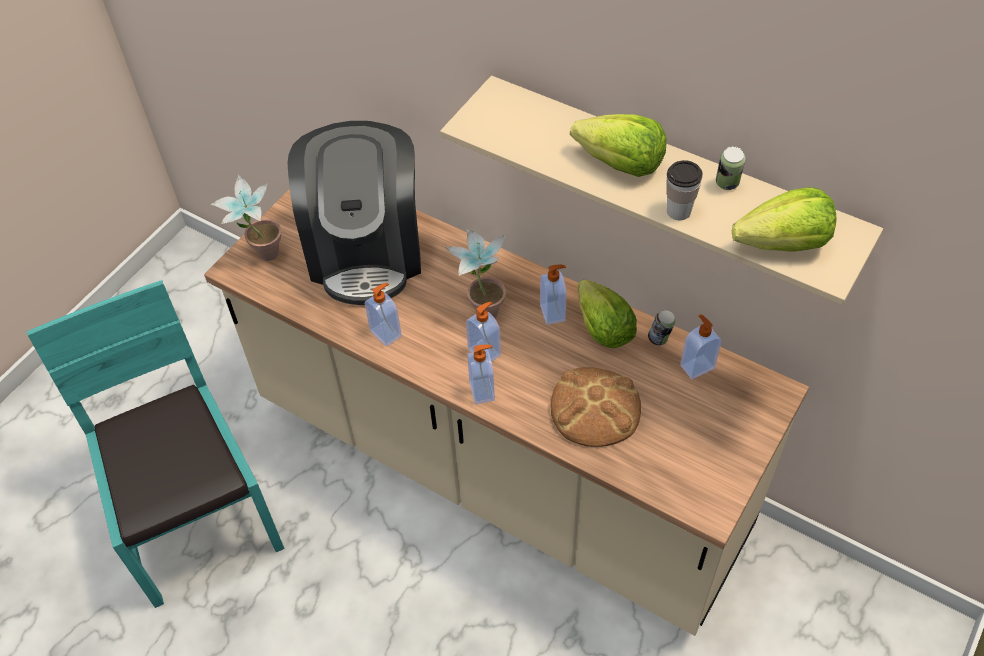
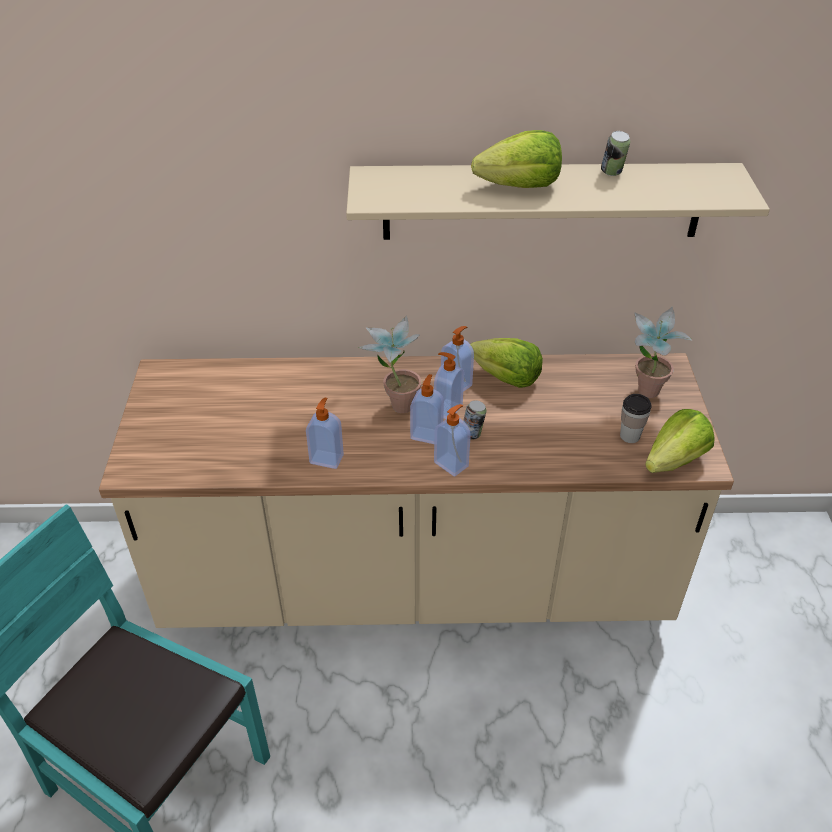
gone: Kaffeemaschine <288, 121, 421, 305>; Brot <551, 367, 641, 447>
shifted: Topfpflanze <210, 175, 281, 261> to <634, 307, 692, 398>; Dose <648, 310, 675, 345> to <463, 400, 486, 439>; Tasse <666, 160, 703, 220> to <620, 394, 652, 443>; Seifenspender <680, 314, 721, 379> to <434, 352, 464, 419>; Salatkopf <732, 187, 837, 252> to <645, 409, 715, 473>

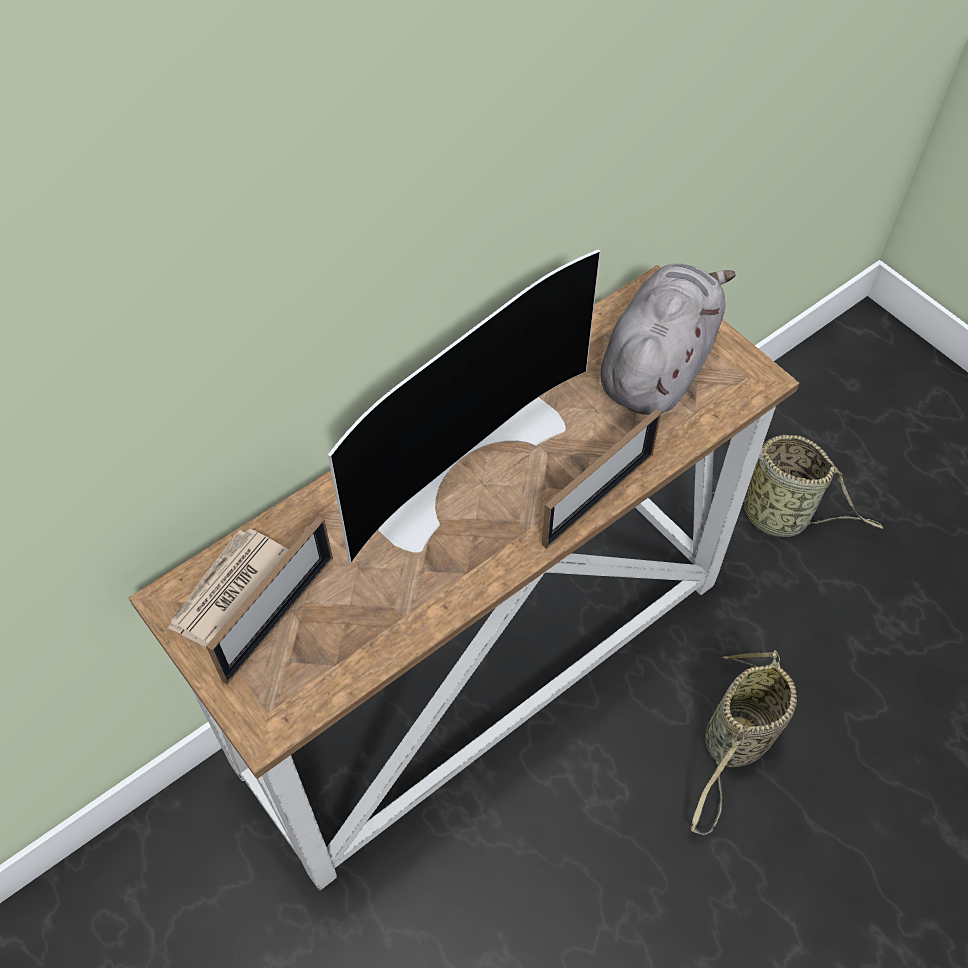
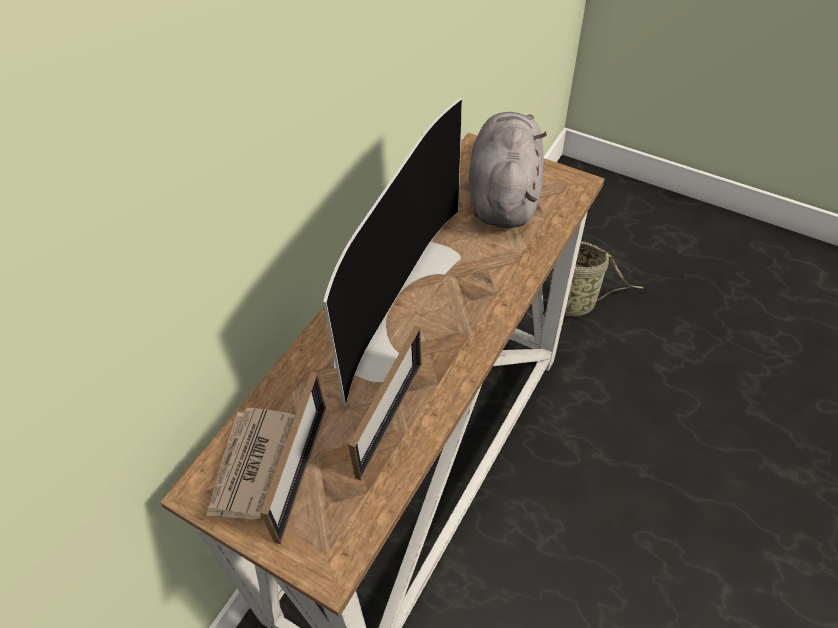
gone: Korb <691, 650, 797, 835>
shifted: Bilderrahmen <542, 409, 661, 549> to <348, 326, 421, 480>

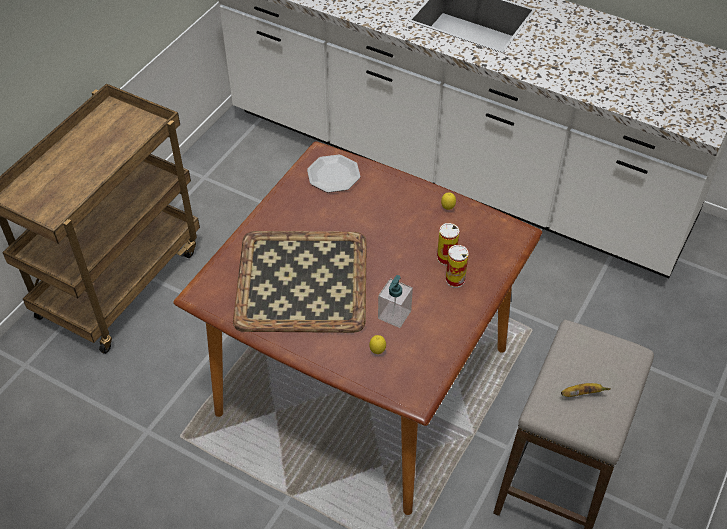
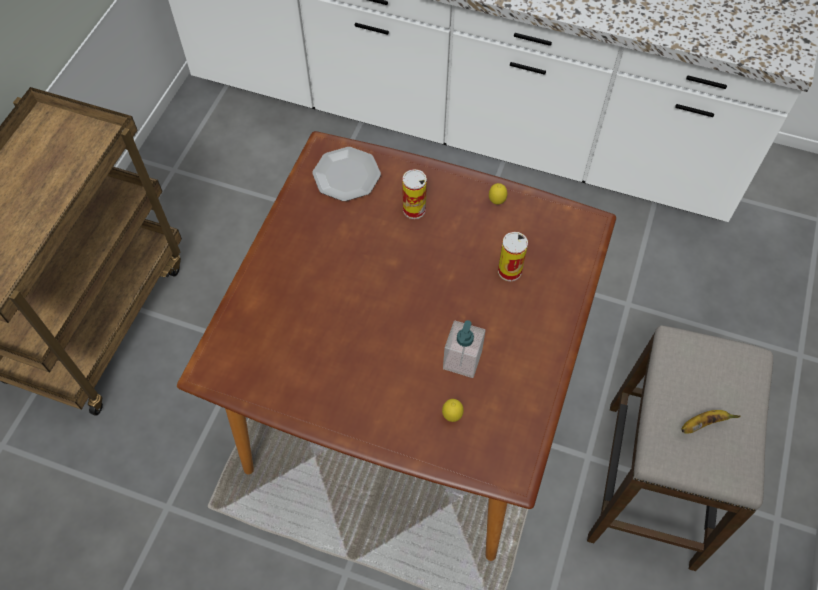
gone: Tablett <233, 231, 367, 333>
shifted: Dose <446, 245, 469, 288> to <402, 169, 427, 219>

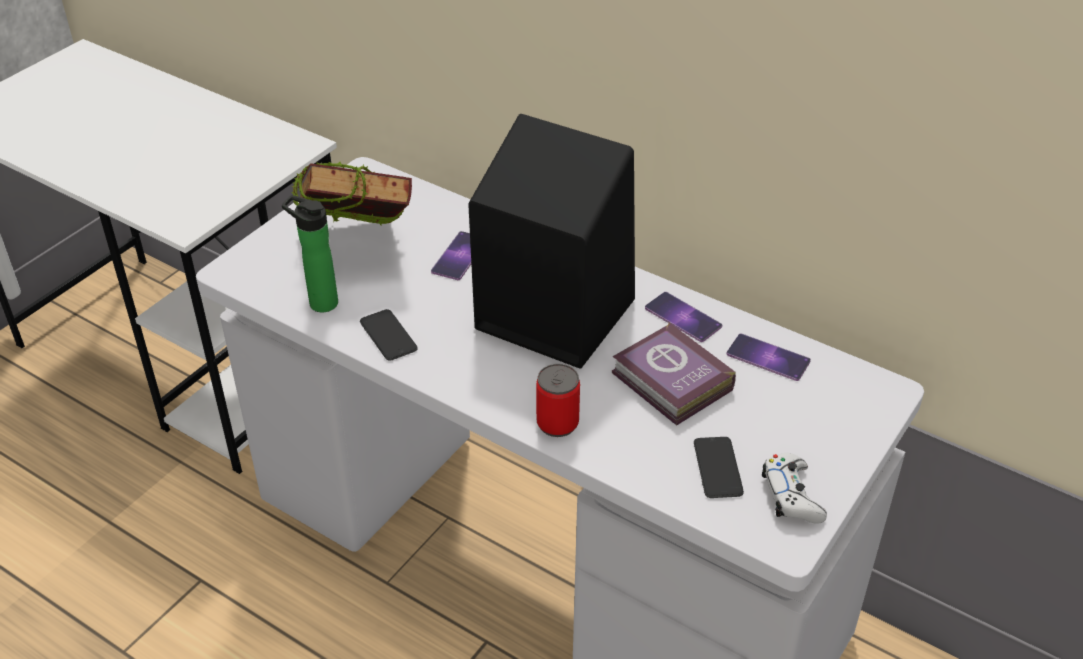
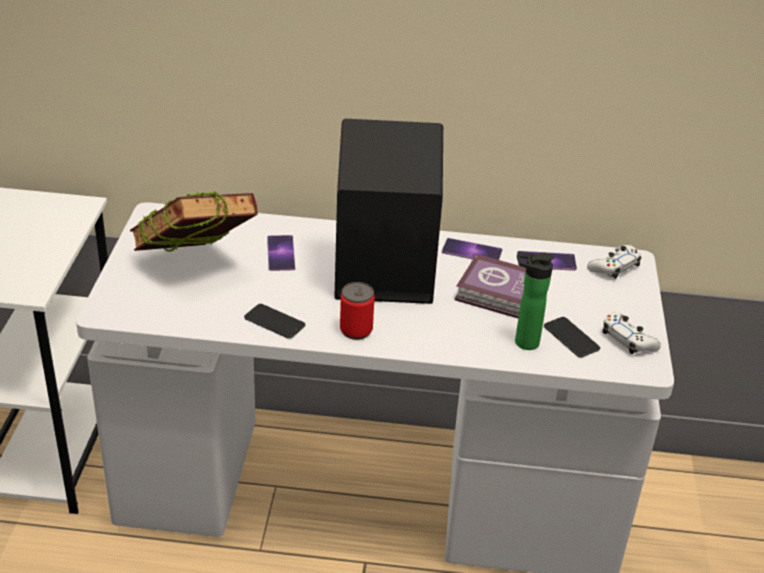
new: Gamepad/weiß <587, 245, 641, 279>
shifted: Flasche <282, 195, 338, 313> to <515, 252, 555, 350>; Dose <536, 364, 580, 437> to <340, 282, 375, 340>

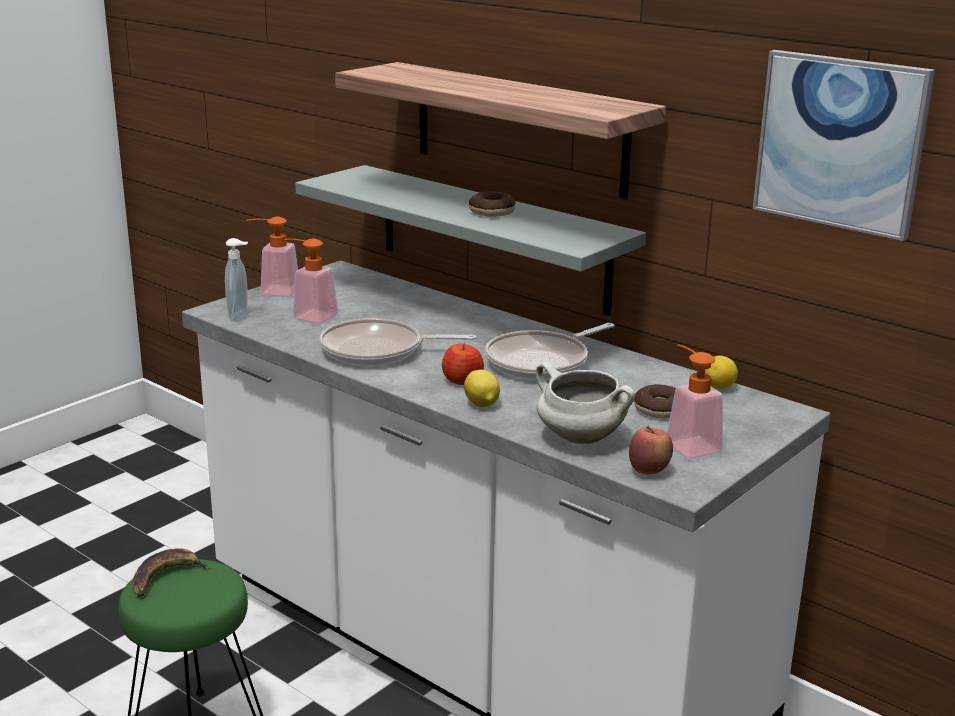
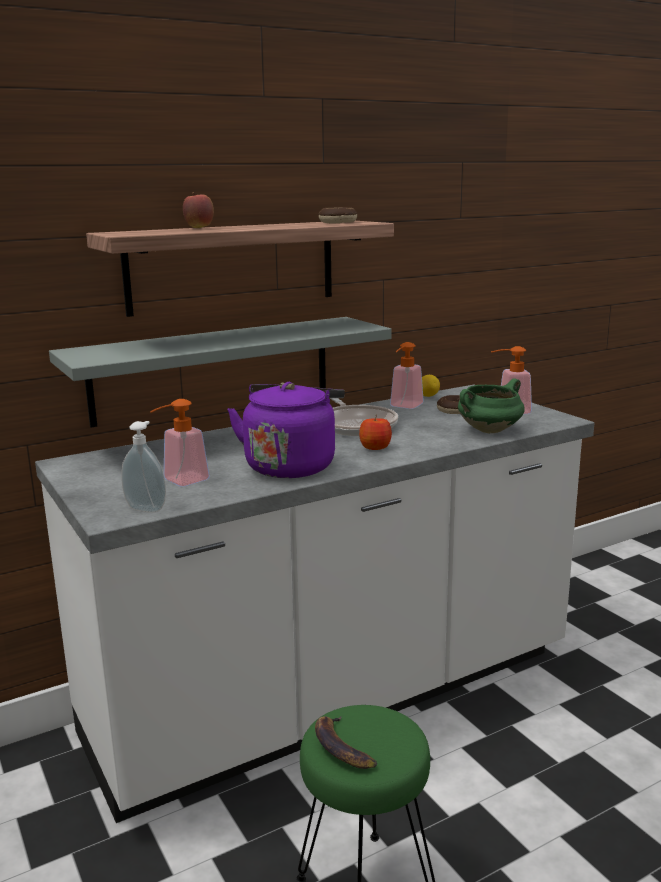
gone: Zitrone <464, 370, 500, 407>; Bild <753, 50, 935, 241>
shifted: Seifenspender <246, 217, 298, 297> to <390, 342, 424, 409>; Donut <469, 191, 516, 217> to <319, 207, 357, 224>; Apfel <629, 426, 673, 475> to <183, 192, 214, 228>
swapped: Pfanne <319, 318, 476, 366> to Wasserkessel/lila <227, 382, 345, 478>
repainted: Kochtopf/weiß <536, 362, 636, 444> to Kochtopf/grün <458, 378, 525, 433>

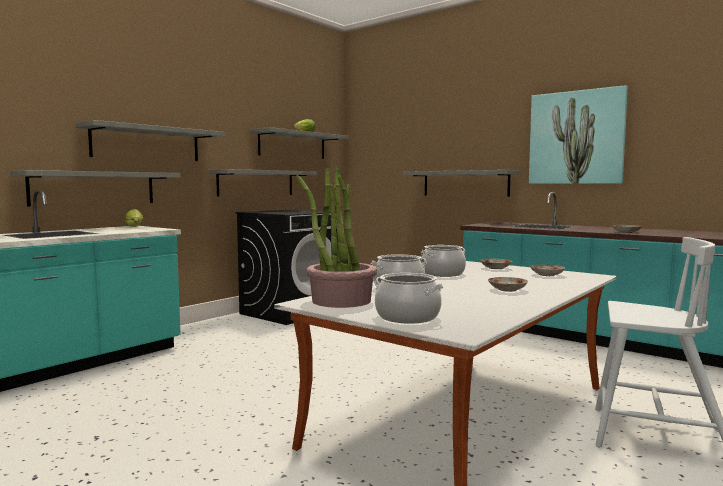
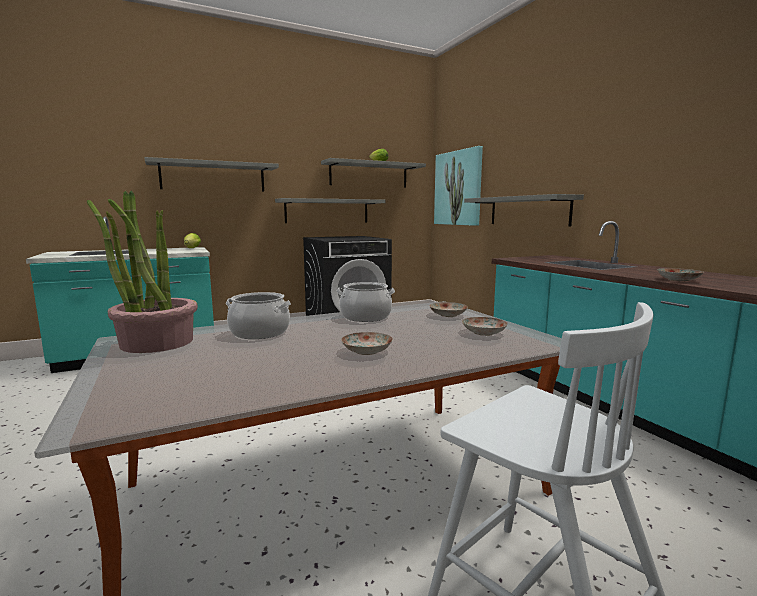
gone: Wandregal/grau <10, 170, 181, 207>; Kochtopf <375, 273, 444, 324>
shifted: Bild <529, 85, 628, 184> to <434, 146, 483, 226>

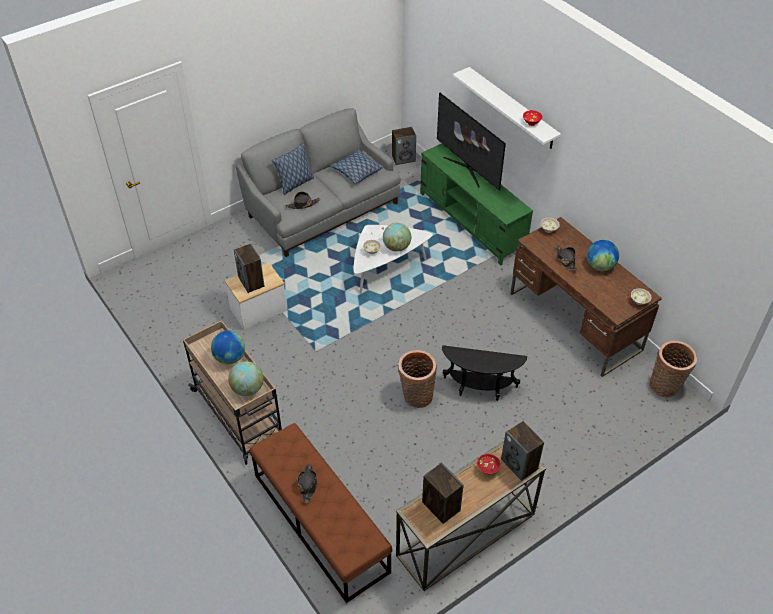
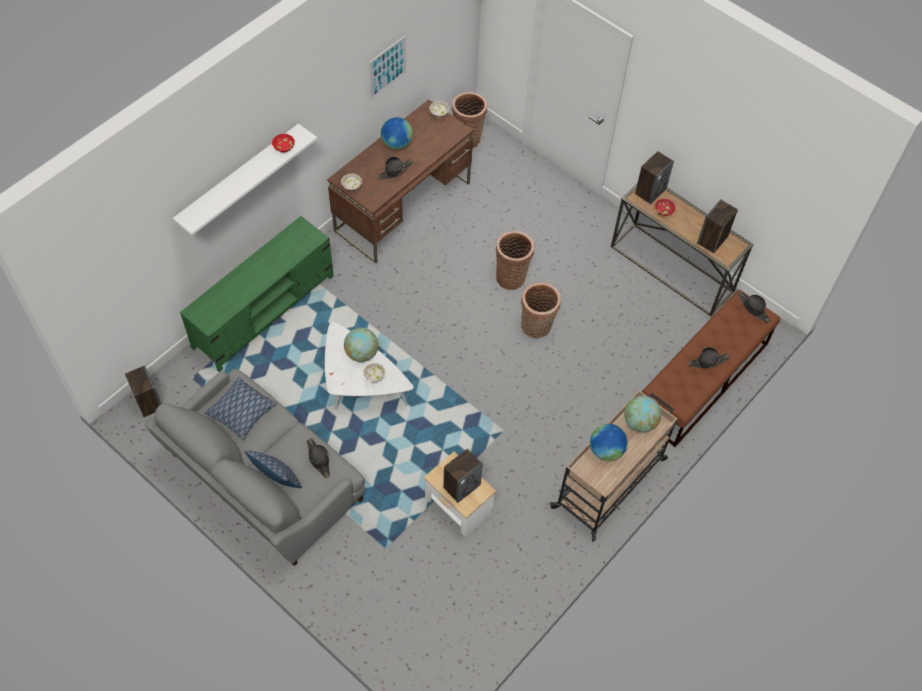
gone: Fernseher <437, 93, 506, 191>
new: Bild <369, 36, 406, 99>; Hut/schwarz <738, 291, 771, 323>
swapped: Beistelltisch/schwarz <442, 345, 527, 401> to Korb <496, 231, 534, 290>

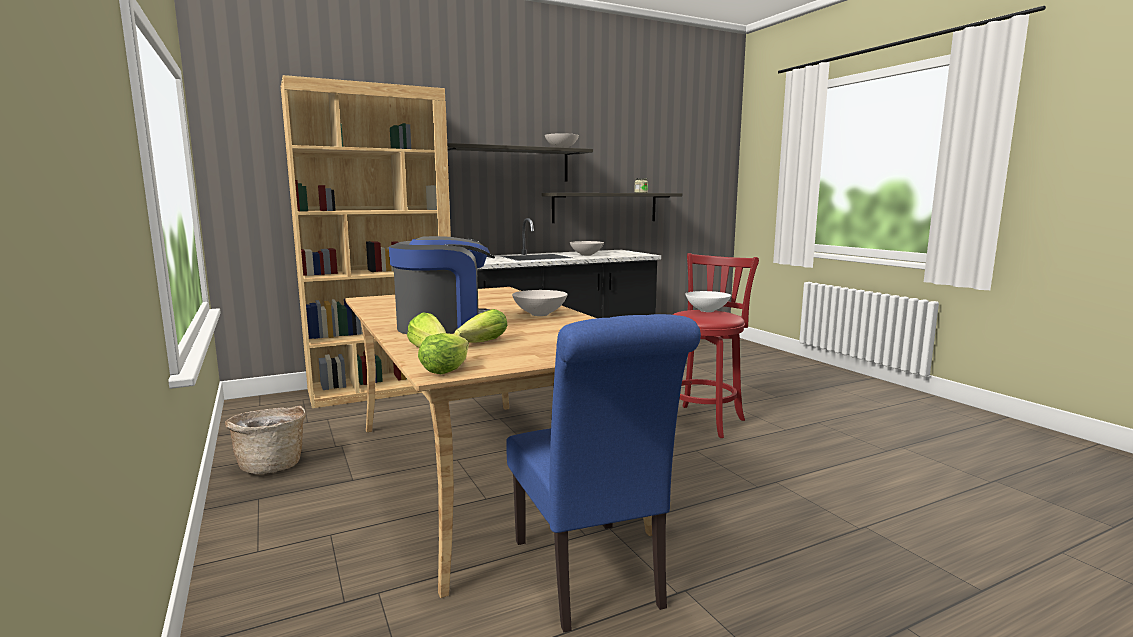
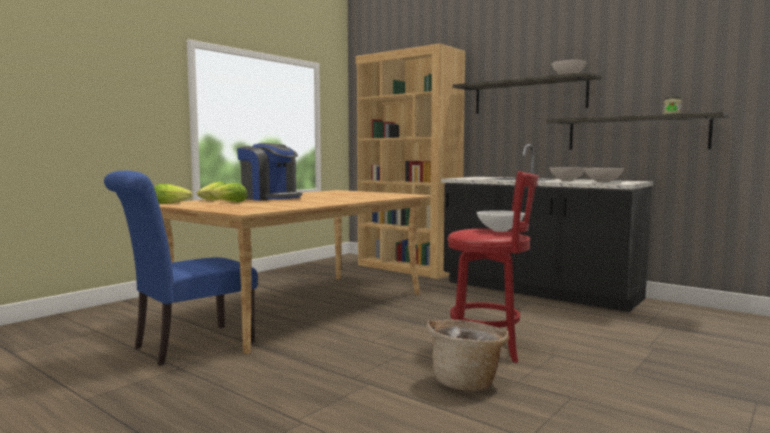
shifted: Korb <225, 405, 306, 474> to <426, 320, 509, 391>; Schüssel/weiß <512, 290, 567, 316> to <584, 168, 624, 183>

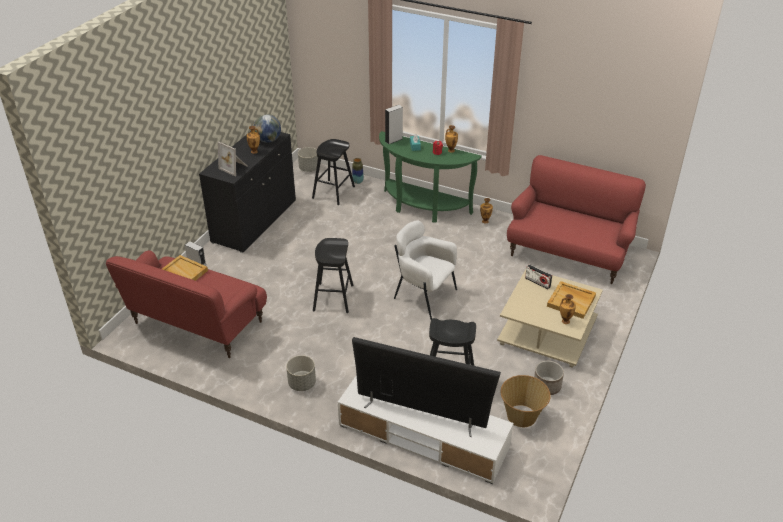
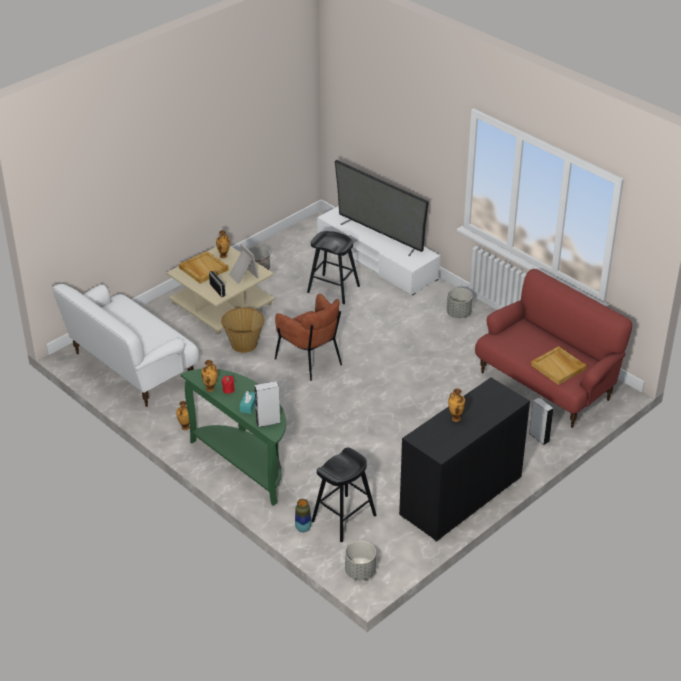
gone: Globus <254, 115, 281, 143>; Hocker/schwarz <313, 238, 354, 313>
shifted: Bilderrahmen <218, 142, 247, 176> to <229, 243, 259, 284>; Korb <501, 375, 551, 427> to <221, 307, 265, 353>
repainted: Sessel/weiß <394, 221, 457, 320> to Sessel/braun <275, 294, 342, 381>; Sofa/rot <507, 155, 646, 284> to Sofa/weiß <52, 284, 199, 407>

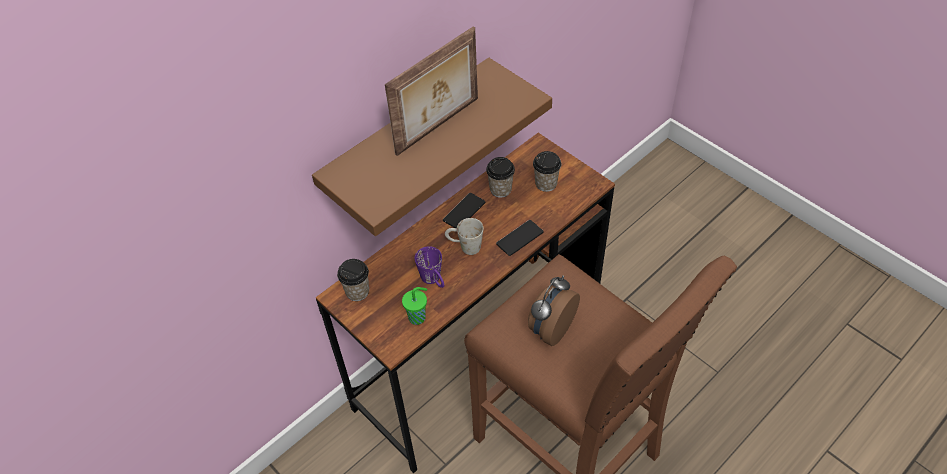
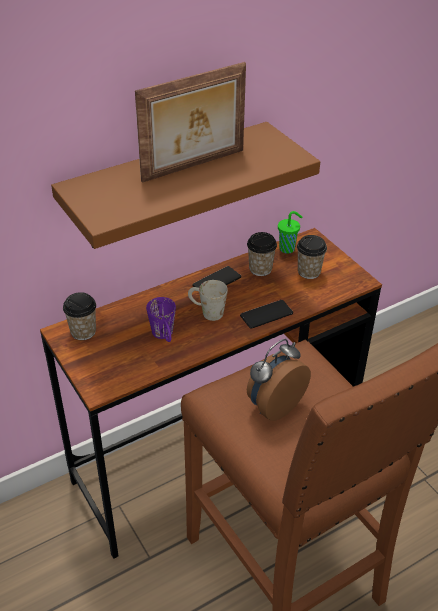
shifted: Tasse/grün <402, 287, 427, 325> to <278, 211, 303, 254>

